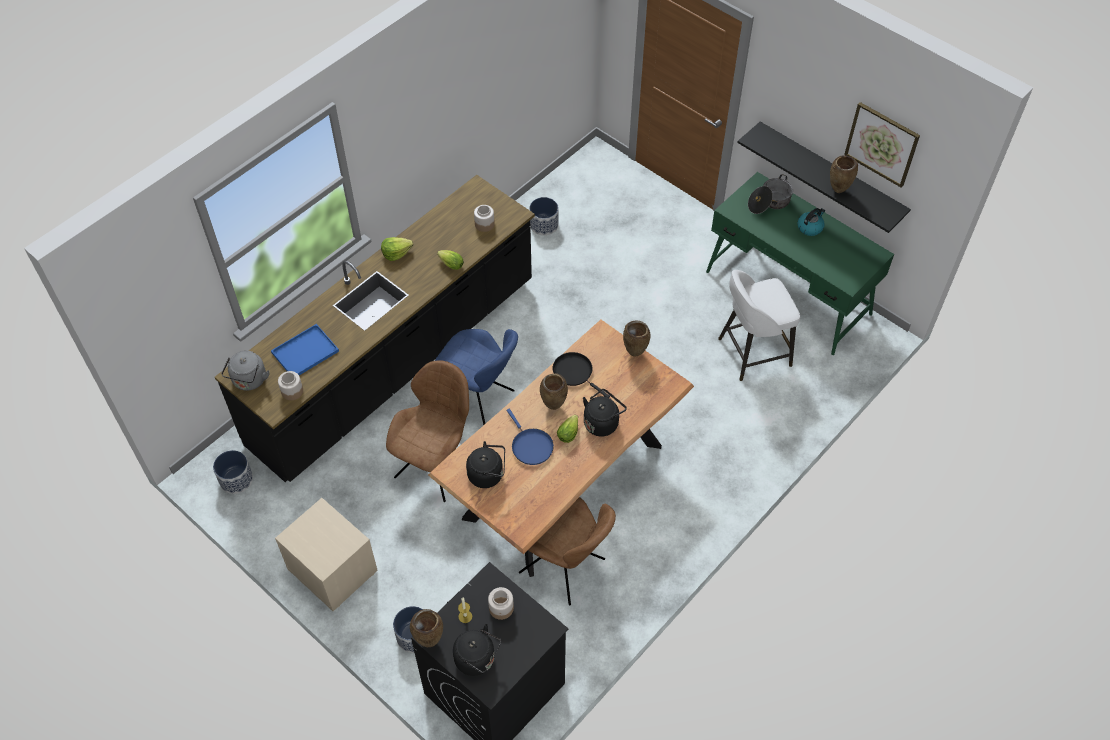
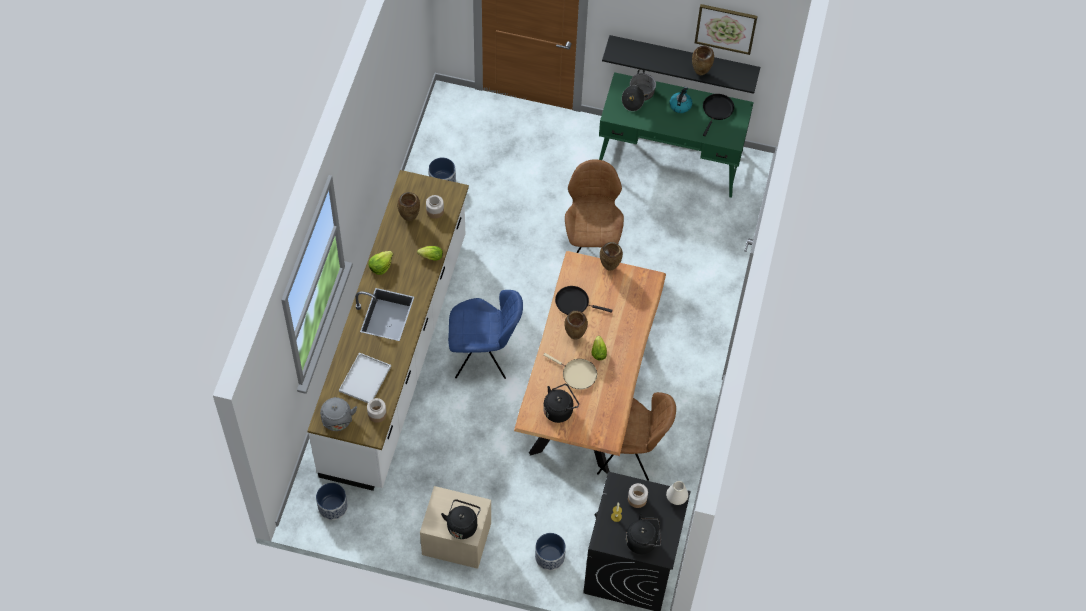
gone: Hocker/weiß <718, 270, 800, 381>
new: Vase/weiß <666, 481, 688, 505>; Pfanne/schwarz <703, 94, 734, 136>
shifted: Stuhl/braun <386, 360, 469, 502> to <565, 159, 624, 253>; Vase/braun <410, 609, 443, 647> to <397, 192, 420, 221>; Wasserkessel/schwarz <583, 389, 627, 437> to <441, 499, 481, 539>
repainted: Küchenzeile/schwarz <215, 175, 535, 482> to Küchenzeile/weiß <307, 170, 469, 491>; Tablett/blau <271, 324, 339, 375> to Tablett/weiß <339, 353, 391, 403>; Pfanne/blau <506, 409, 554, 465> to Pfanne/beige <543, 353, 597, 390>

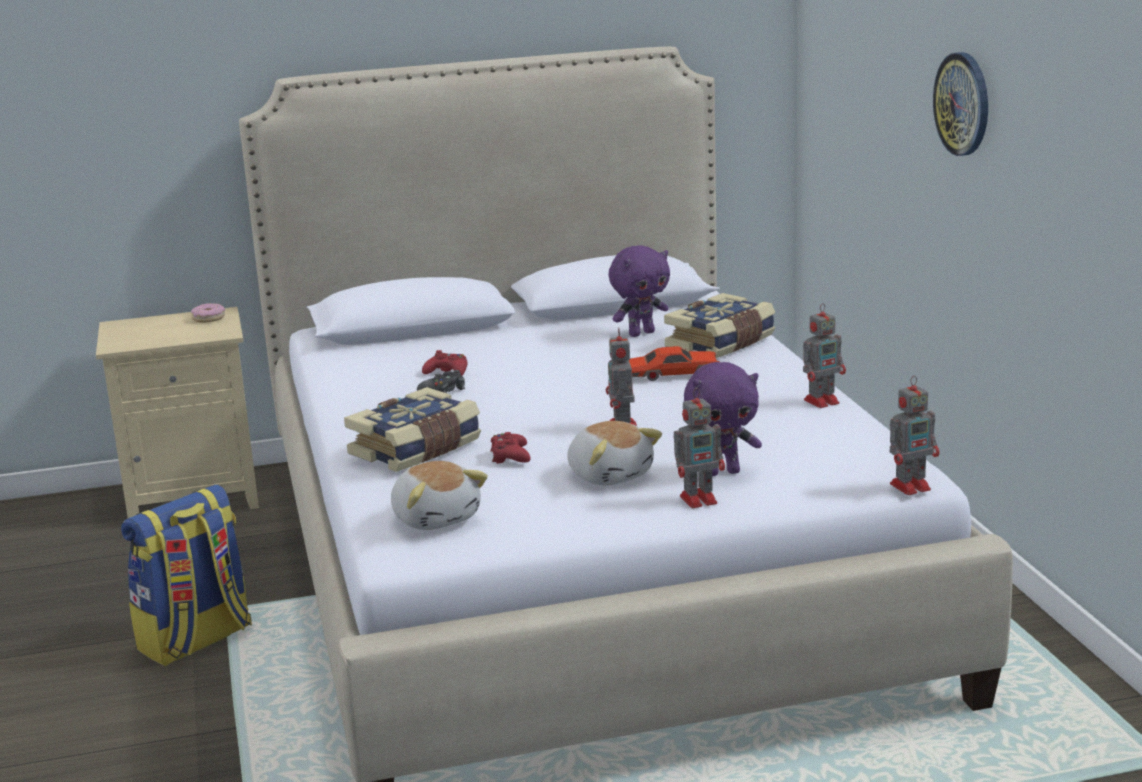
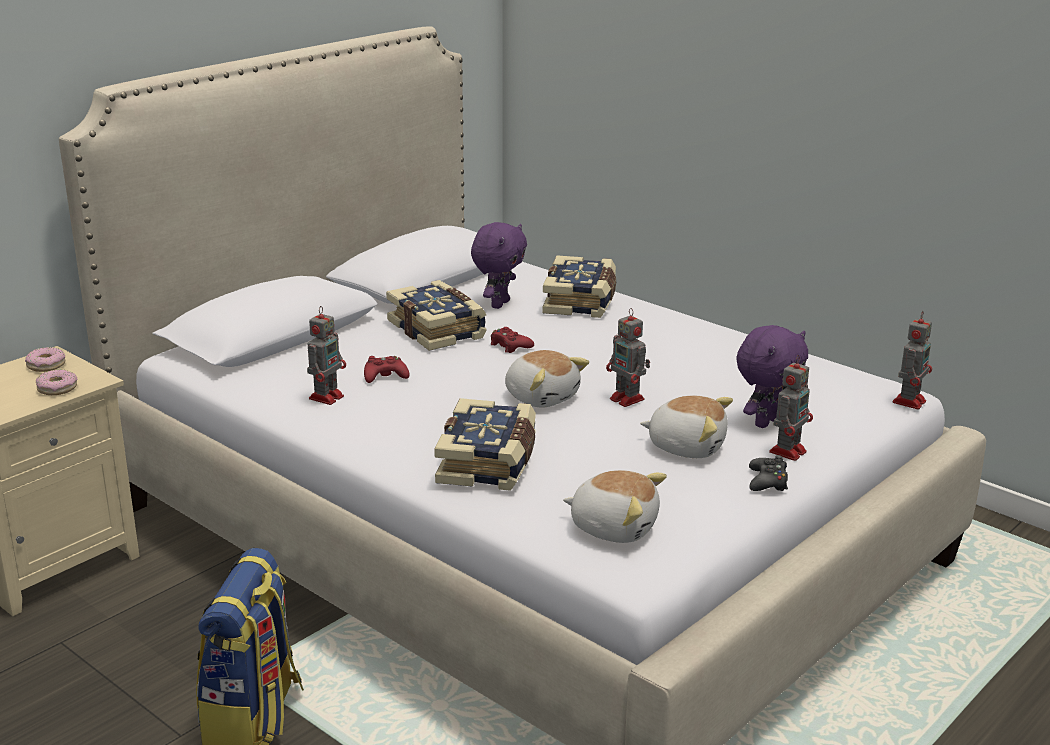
gone: Spielzeugauto/rot <629, 346, 720, 381>; Wanduhr <933, 52, 988, 156>
new: Donut <36, 369, 77, 395>; Buch <386, 280, 487, 351>; Plüschtier <505, 350, 589, 408>
shifted: Gamepad/schwarz <417, 370, 465, 393> to <749, 455, 788, 491>; Gamepad/rot <490, 432, 531, 464> to <491, 327, 534, 353>; Spielzeugroboter <803, 303, 846, 408> to <307, 306, 346, 405>

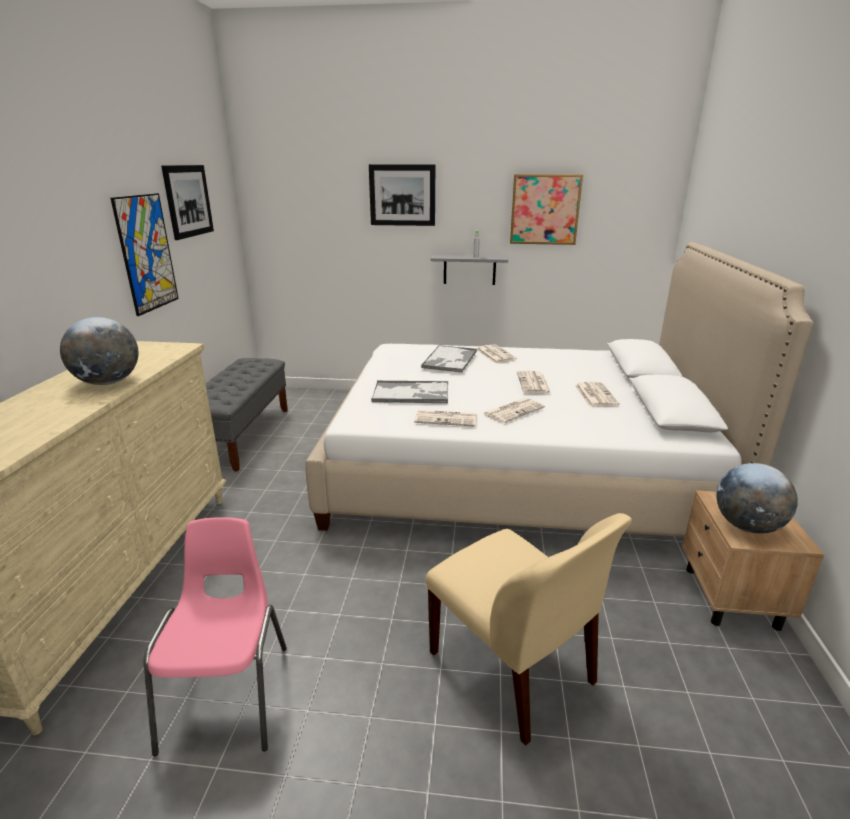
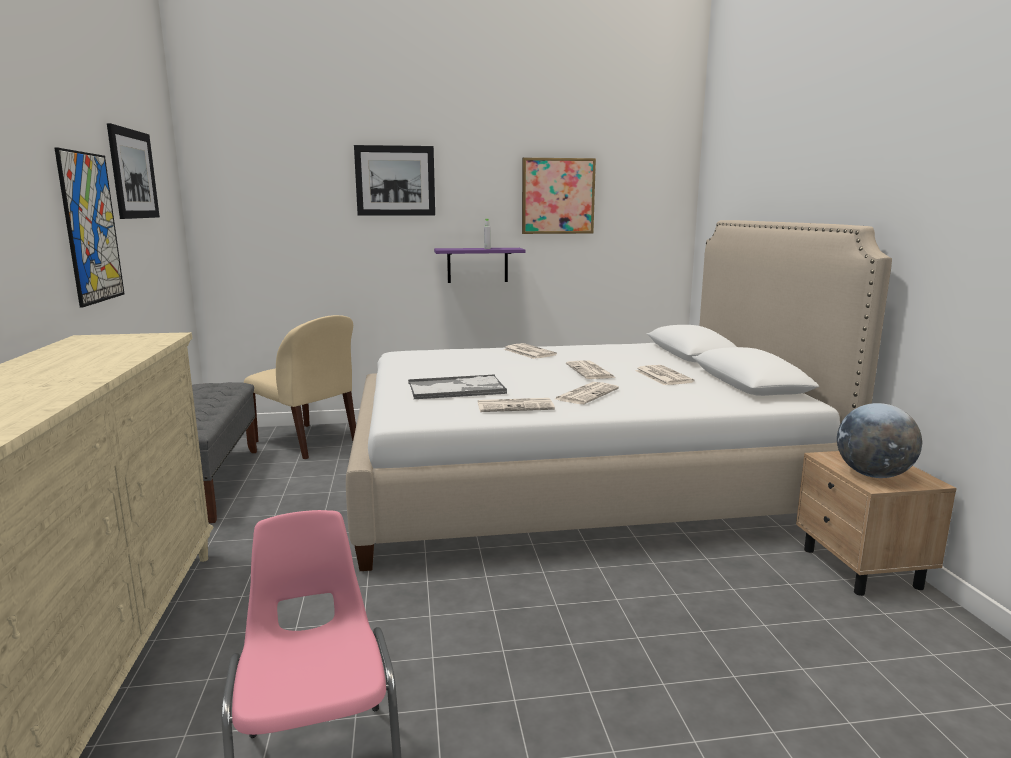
gone: Globus <60, 317, 138, 385>; Tablett <421, 345, 477, 373>
shifted: Stuhl/beige <425, 513, 632, 746> to <244, 315, 356, 459>
repainted: Wandregal/grau <431, 254, 508, 285> to Wandregal/lila <434, 248, 526, 283>

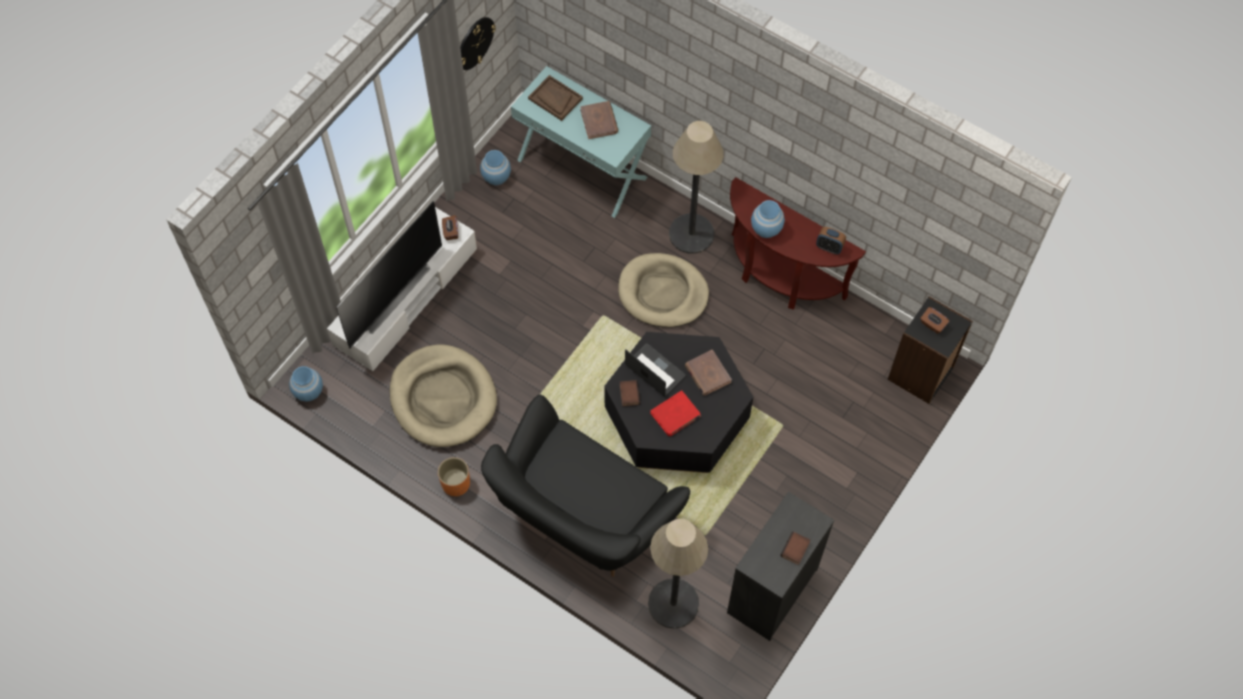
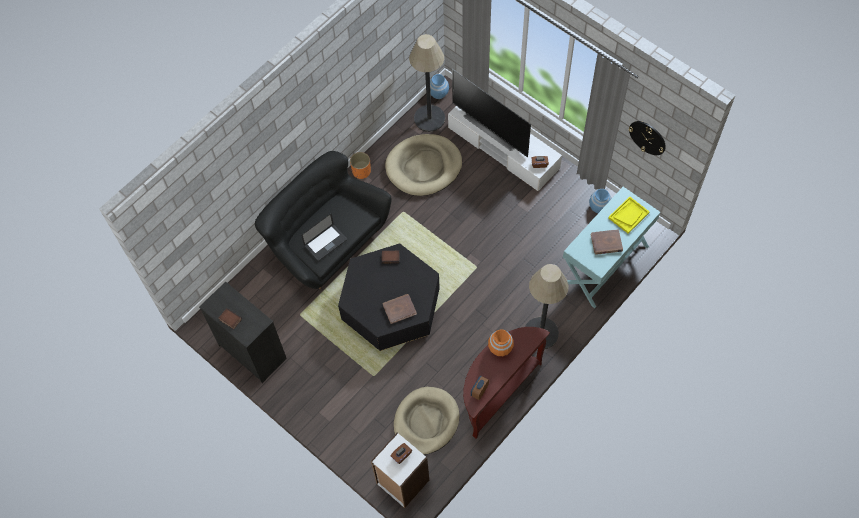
gone: Buch/rot <650, 390, 701, 436>
shifted: Hundebett/beige <618, 253, 709, 328> to <394, 387, 459, 455>; Laptop <625, 343, 686, 397> to <301, 213, 347, 261>; Stehlampe <648, 519, 708, 629> to <409, 34, 445, 132>
repainted: Tablett/braun <528, 75, 583, 121> to Tablett/gelb <608, 197, 650, 234>; Vase/blau <751, 200, 785, 238> to Vase/orange <488, 330, 514, 356>; Bücherregal/schwarz <888, 296, 973, 404> to Bücherregal/weiß <371, 432, 429, 508>

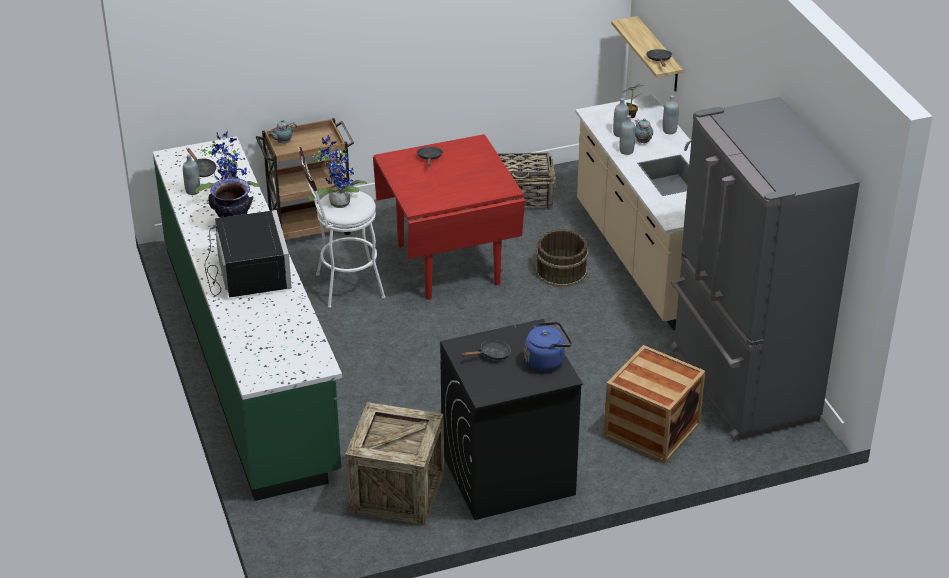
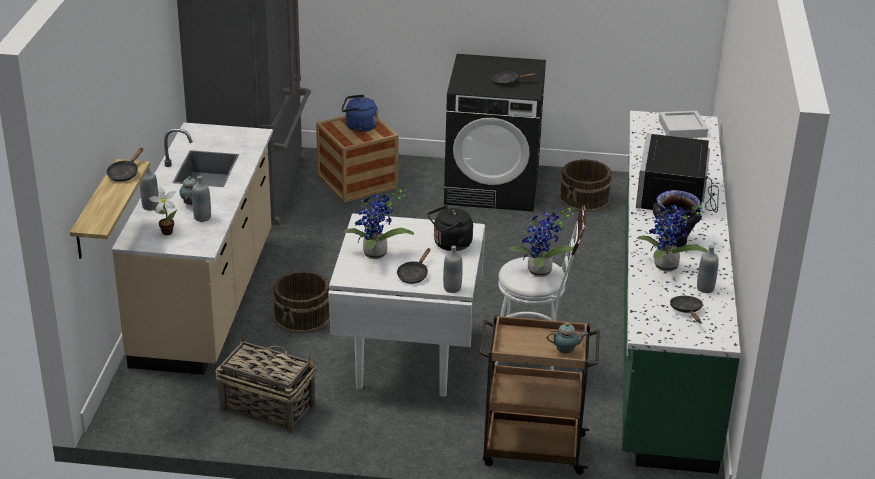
new: Topfpflanze <343, 189, 414, 259>; Wasserkessel/schwarz <427, 205, 473, 251>; Tablett/grau <659, 111, 708, 138>
shifted: Wasserkessel/blau <524, 322, 572, 371> to <342, 94, 378, 132>; Flasche/grau <620, 115, 635, 155> to <443, 245, 463, 293>
swapped: Kiste <345, 402, 444, 525> to Eimer/braun <559, 159, 612, 212>
repainted: Esstisch/rot <373, 134, 525, 300> to Esstisch/weiß <328, 213, 485, 397>

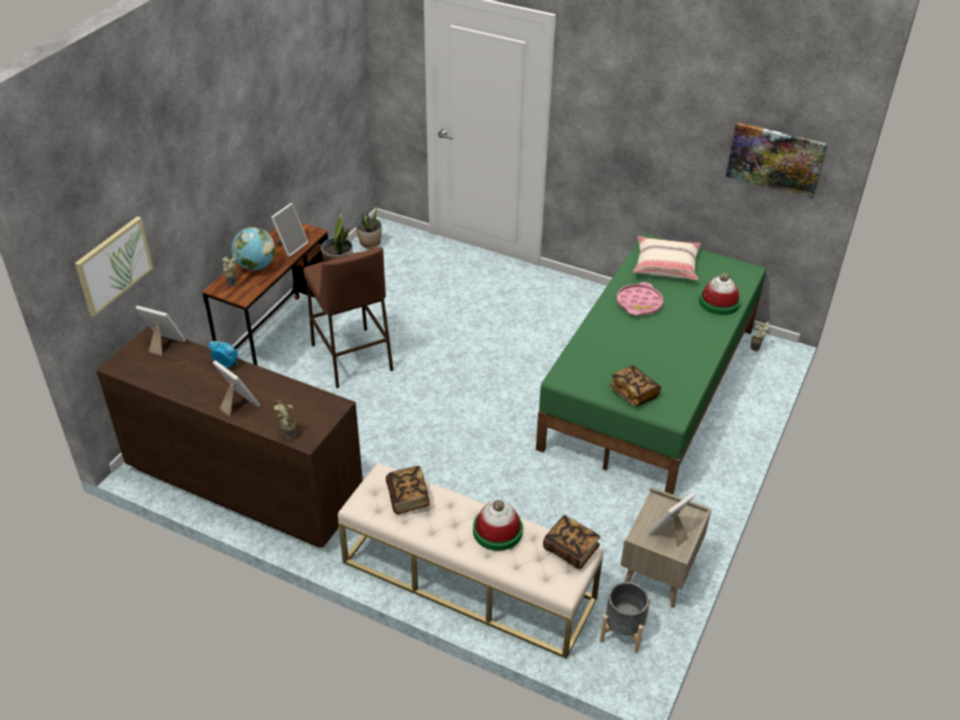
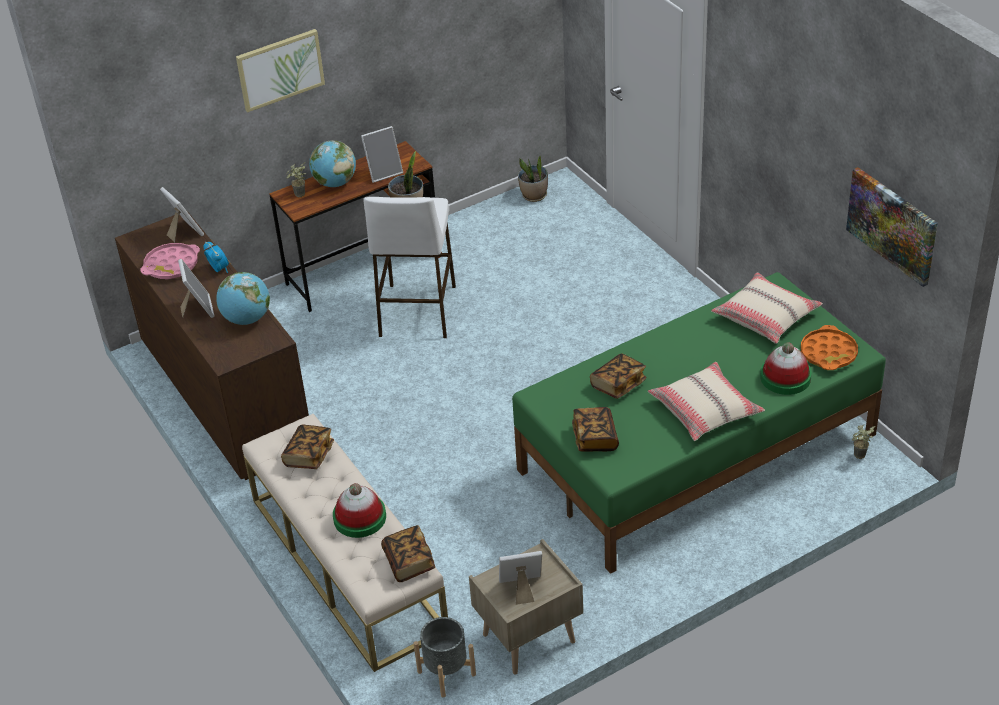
gone: Topfpflanze <274, 401, 296, 439>
new: Globus <216, 272, 270, 325>; Buch <590, 353, 646, 399>; Kissen/beige <648, 362, 765, 441>; Tablett/orange <801, 325, 858, 370>
shifted: Bild <75, 216, 153, 317> to <236, 29, 325, 112>; Tablett/rosa <617, 282, 663, 315> to <140, 243, 200, 280>
repainted: Hocker/braun <303, 247, 393, 388> to Hocker/weiß <363, 197, 456, 338>

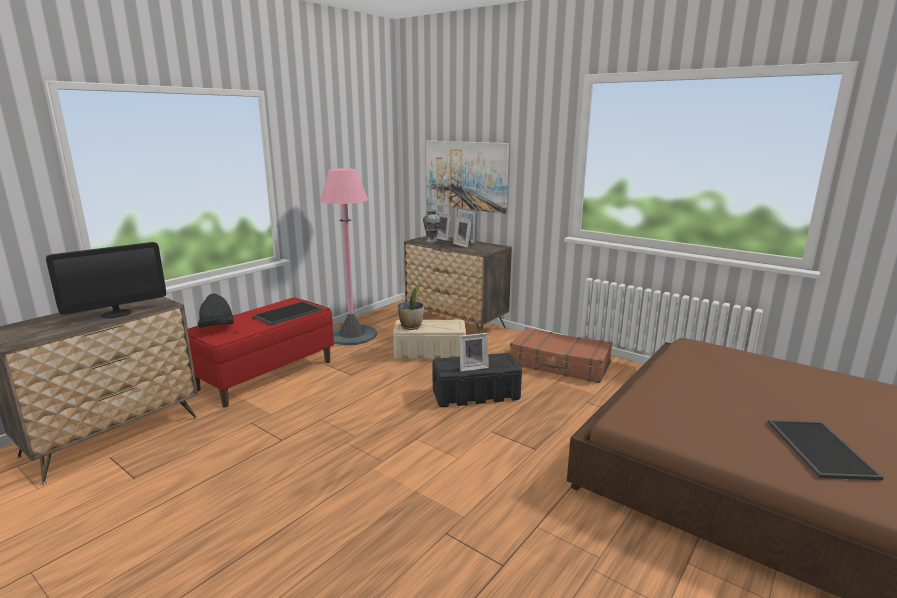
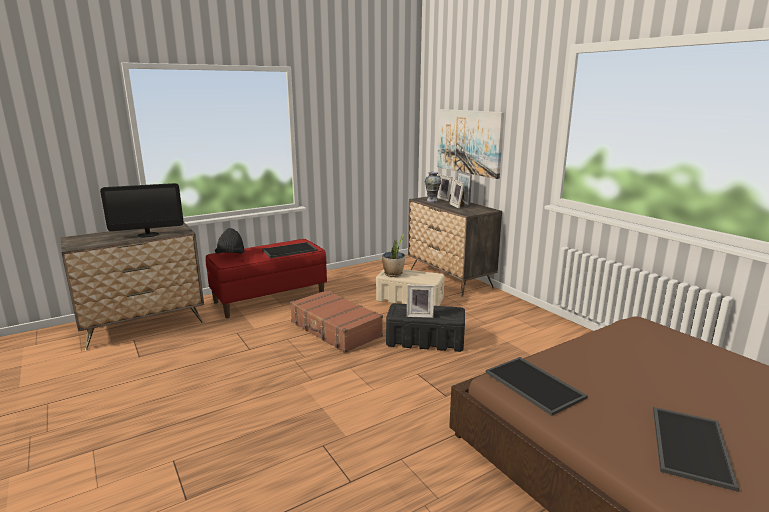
gone: Stehlampe/rosa <320, 168, 377, 345>
new: Tablett <486, 357, 588, 416>
shifted: Koffer/braun <510, 327, 612, 383> to <290, 290, 383, 353>

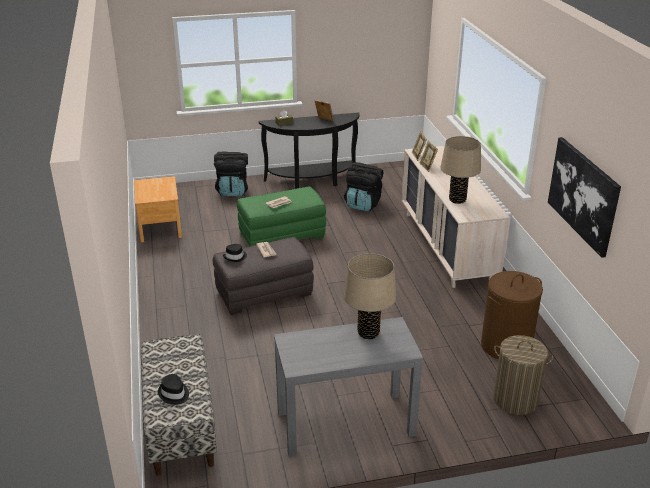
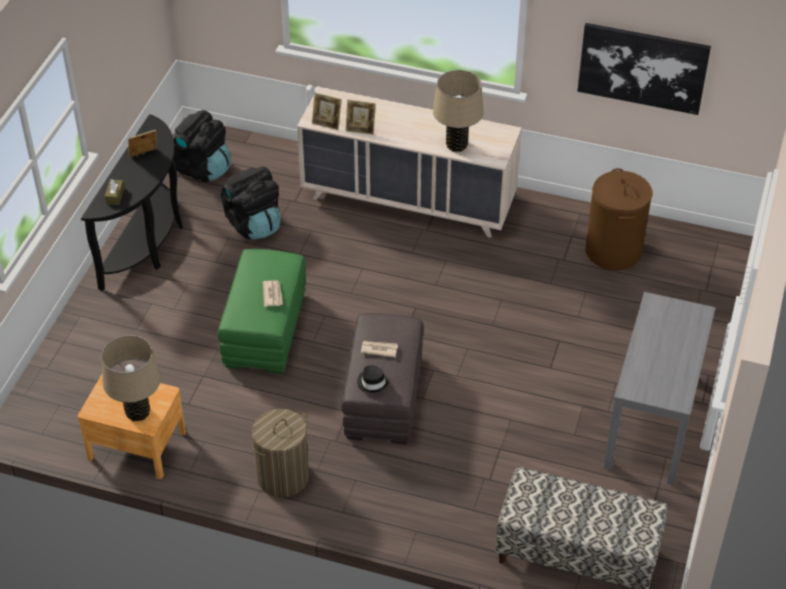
gone: Hut/schwarz <158, 374, 189, 405>
shifted: Rucksack/schwarz <214, 152, 248, 196> to <173, 110, 231, 182>; Tischlampe/beige <344, 253, 396, 339> to <101, 335, 161, 422>; Wäschekorb <493, 335, 553, 415> to <252, 409, 309, 498>

